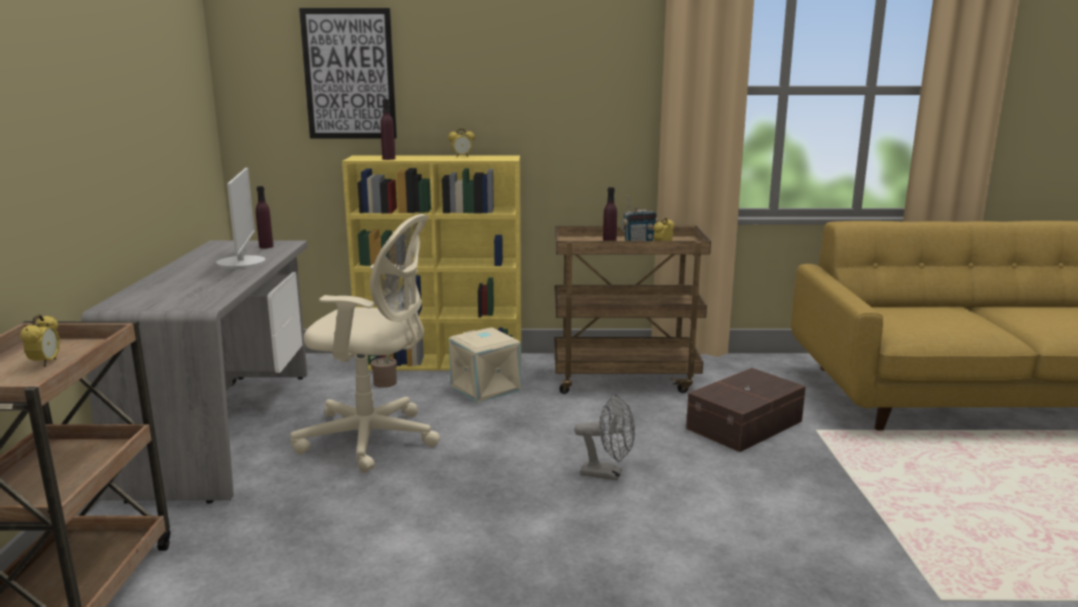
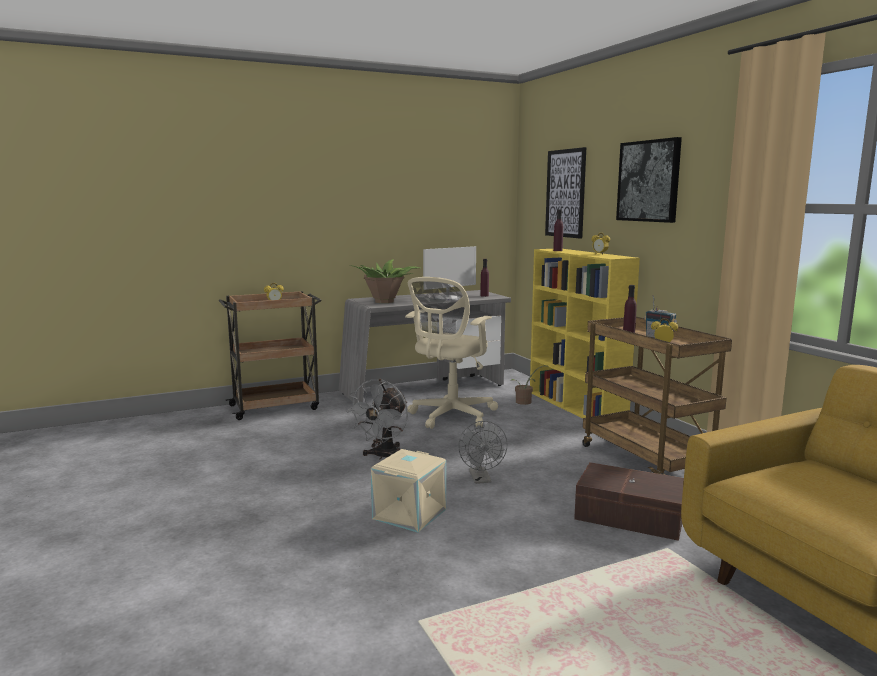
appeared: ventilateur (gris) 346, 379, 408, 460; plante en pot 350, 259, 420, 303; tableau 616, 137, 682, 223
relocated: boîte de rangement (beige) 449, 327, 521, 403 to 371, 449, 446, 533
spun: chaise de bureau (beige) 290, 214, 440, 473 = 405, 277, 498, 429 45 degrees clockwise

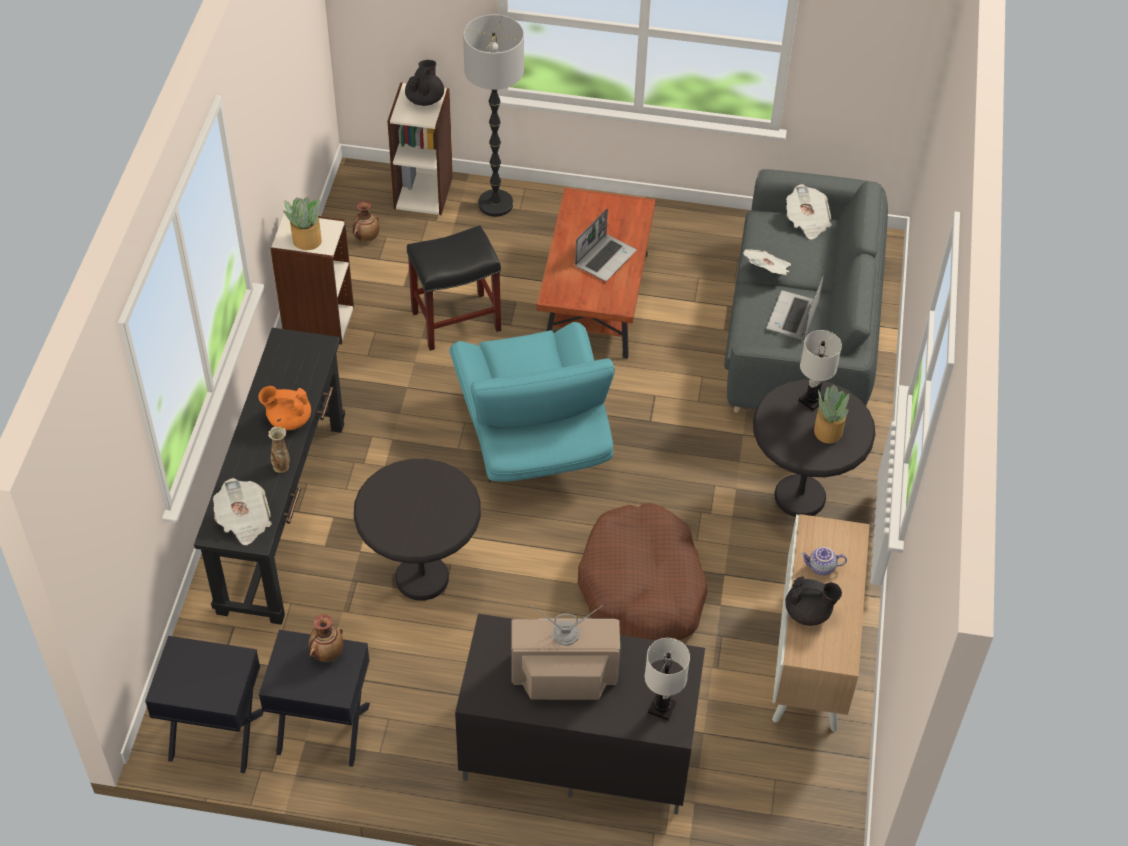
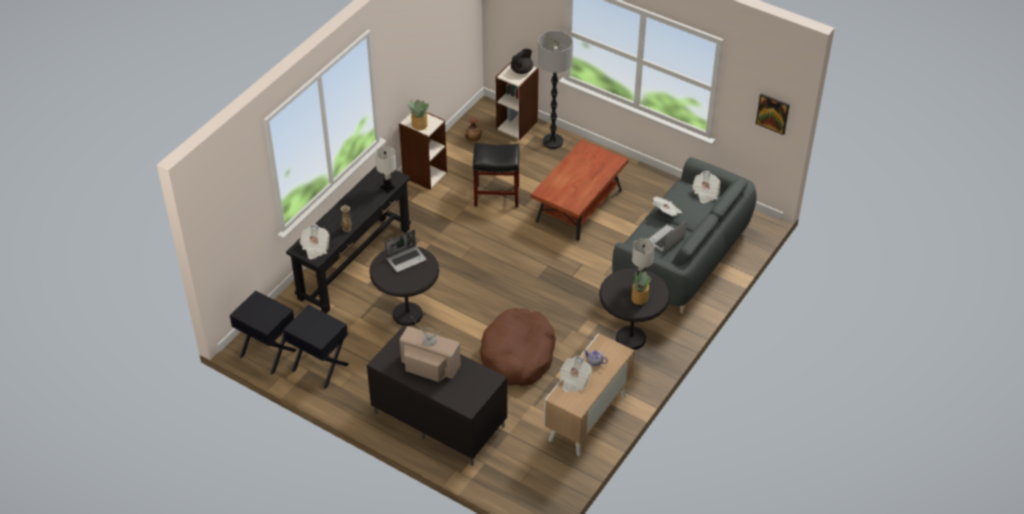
missing: théière (orange) 258, 386, 311, 430; vase 308, 614, 344, 662; fauteuil (turquoise) 449, 322, 615, 483
appeared: tableau 756, 93, 790, 135
relocated: lampe de table (blanc) 645, 638, 690, 721 to 375, 146, 396, 193; ordinateur portable 575, 209, 636, 281 to 384, 230, 427, 272
exchanged: théière (noir) 785, 576, 842, 626 to journal 560, 356, 592, 392

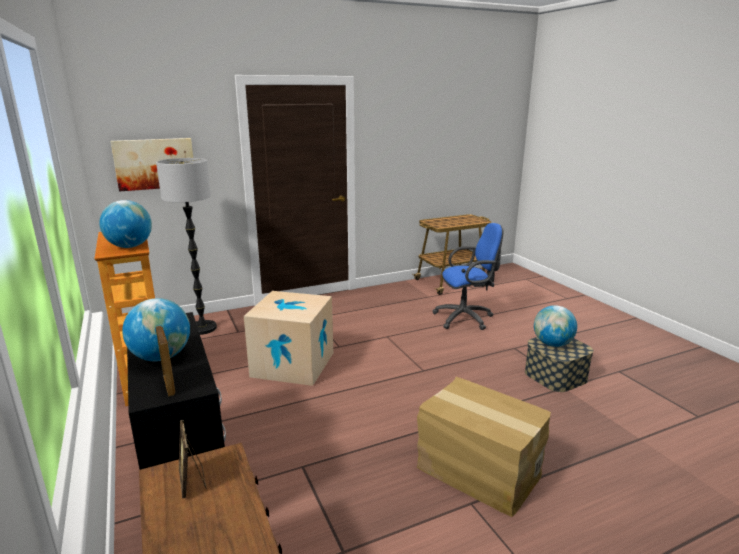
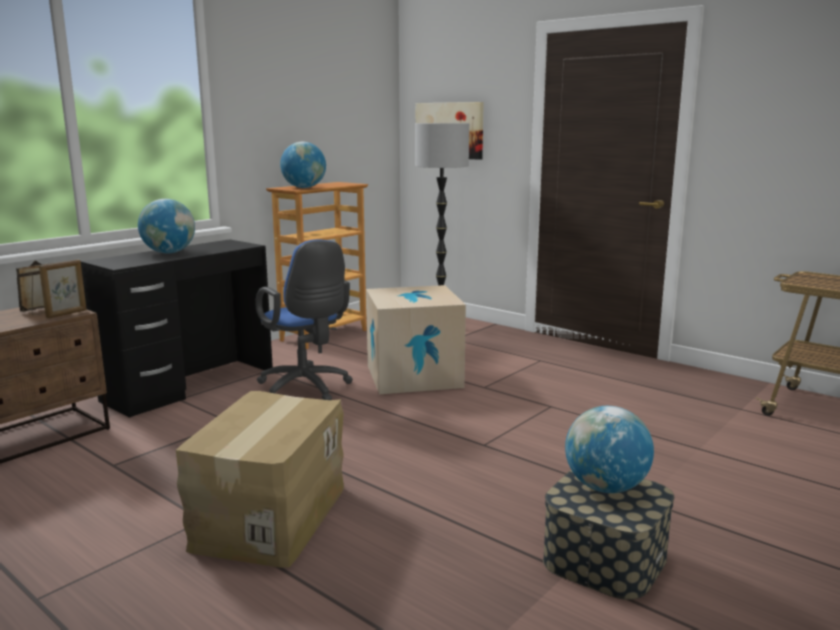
relocated: cadre photo 156, 326, 175, 396 to 39, 260, 87, 318; chaise de bureau (bleu) 432, 223, 504, 330 to 255, 239, 353, 400

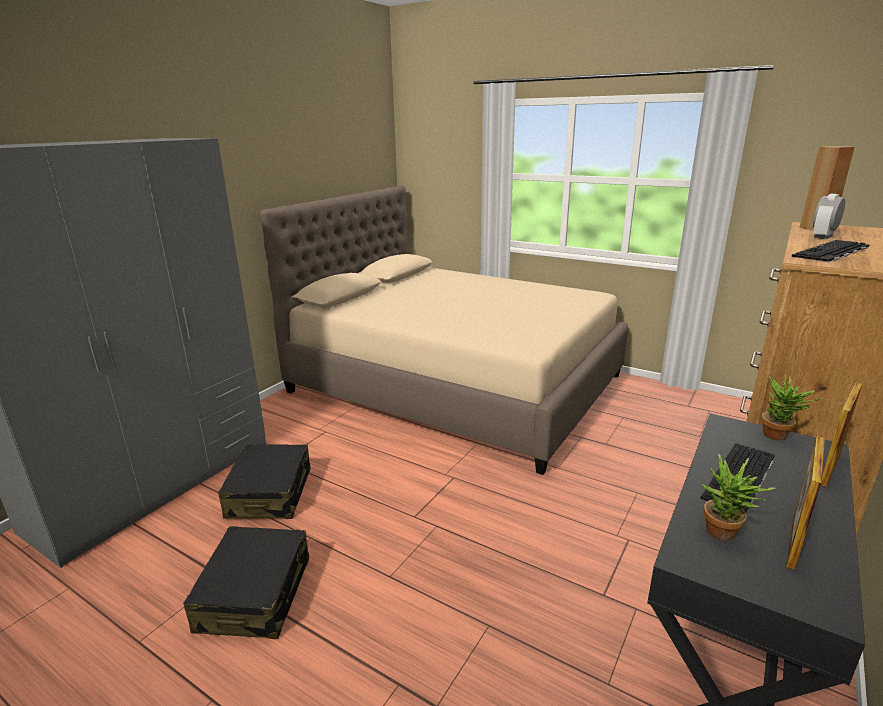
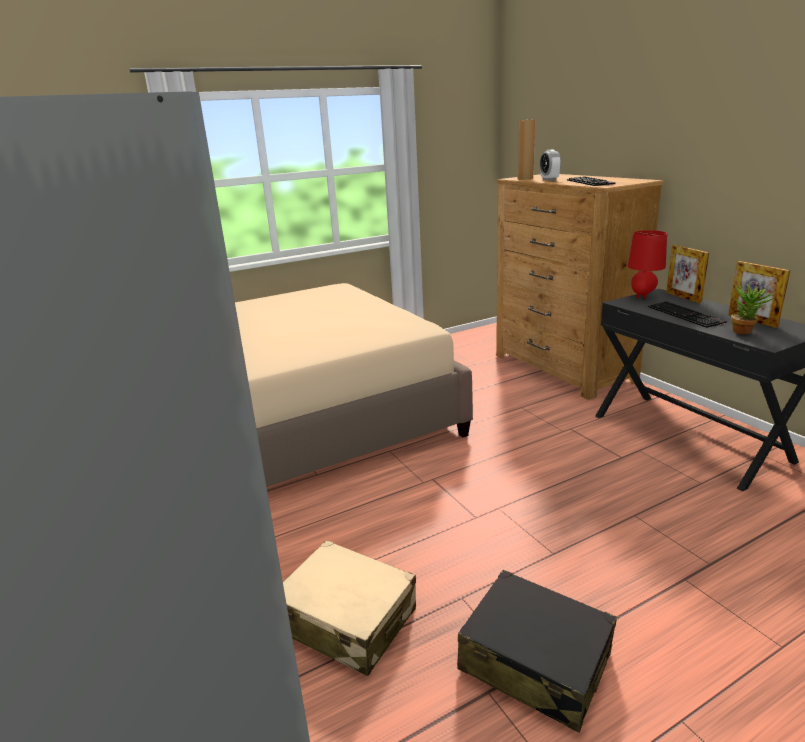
exchanged: plante en pot 761, 375, 822, 440 to lampe de table (rouge) 628, 230, 667, 299
colour: valise (noir) 218, 444, 311, 519 to valise (beige) 283, 540, 416, 676

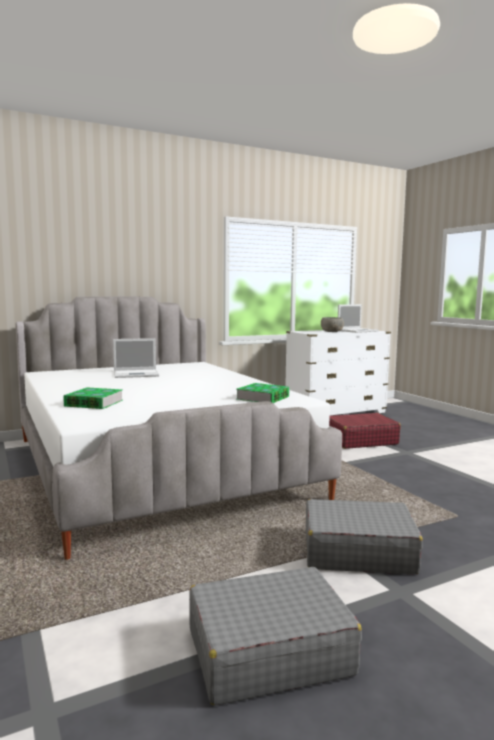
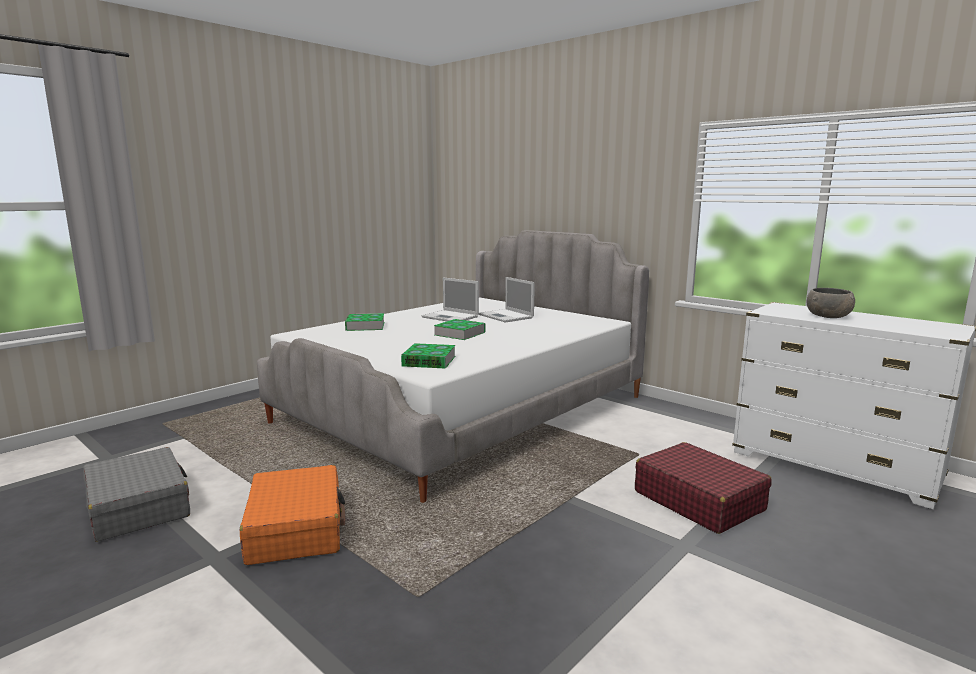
appeared: livre 434, 319, 486, 340
relocated: ordinateur portable 338, 304, 379, 333 to 422, 277, 479, 321
colour: valise (gris) 306, 499, 423, 574 to valise (orange) 240, 465, 345, 565

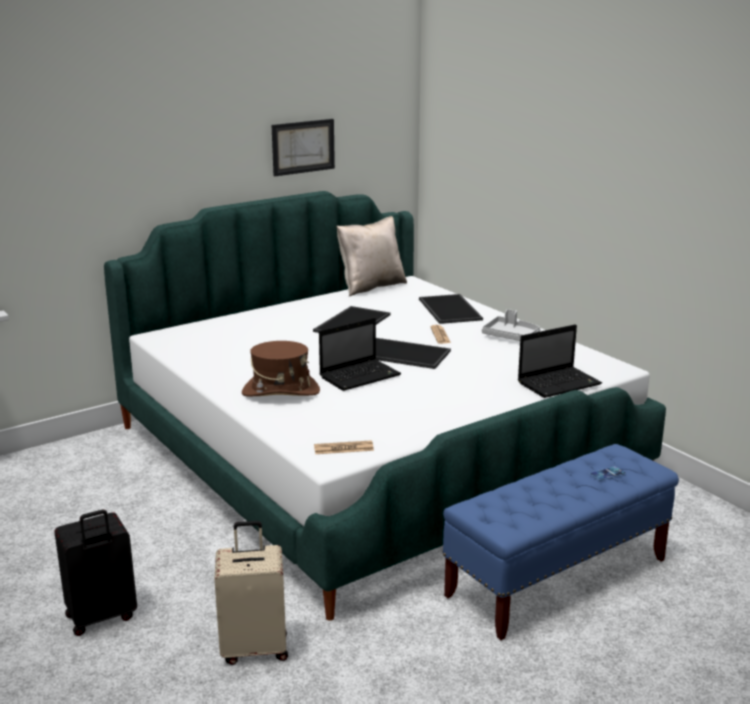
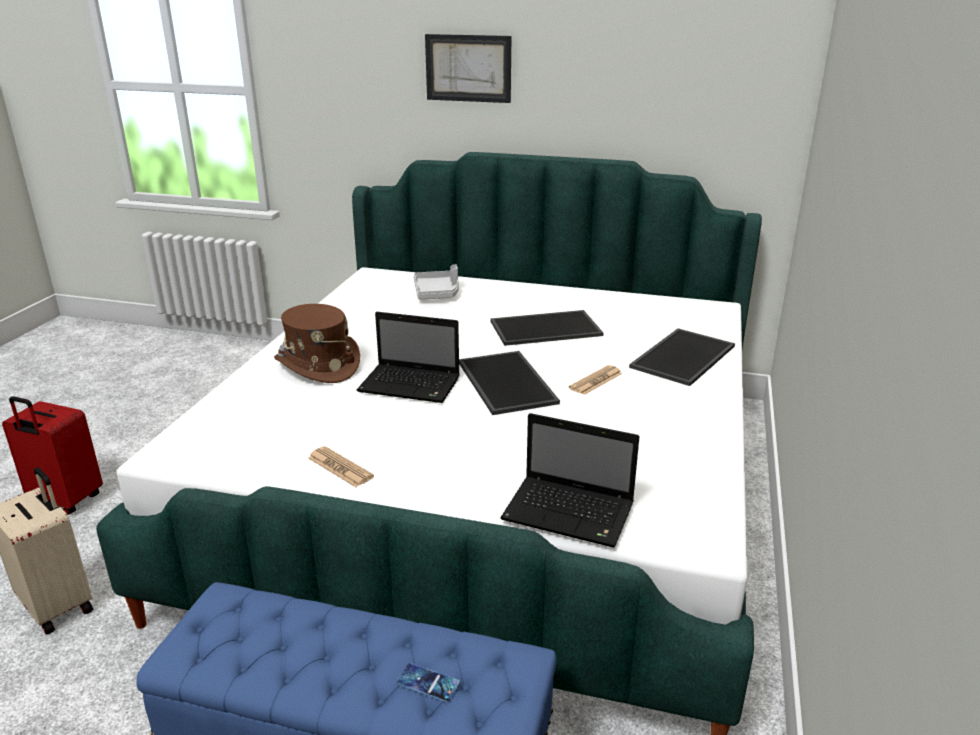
missing: coussin (beige) 337, 216, 407, 296
relocated: journal 314, 440, 374, 454 to 308, 446, 374, 487; plateau (gris) 482, 309, 540, 341 to 414, 265, 459, 299; tableau 272, 119, 335, 176 to 425, 34, 511, 103
colour: valise (noir) 54, 510, 137, 636 to valise (rouge) 2, 396, 103, 515

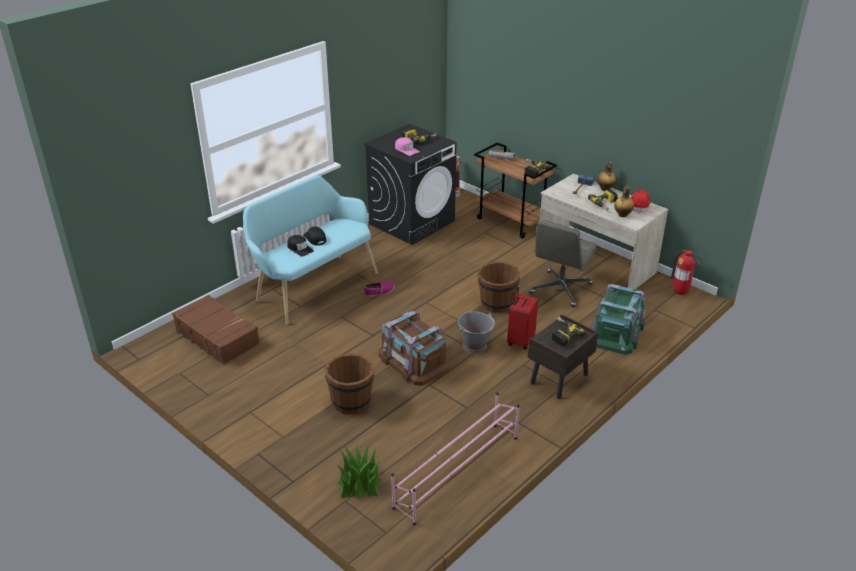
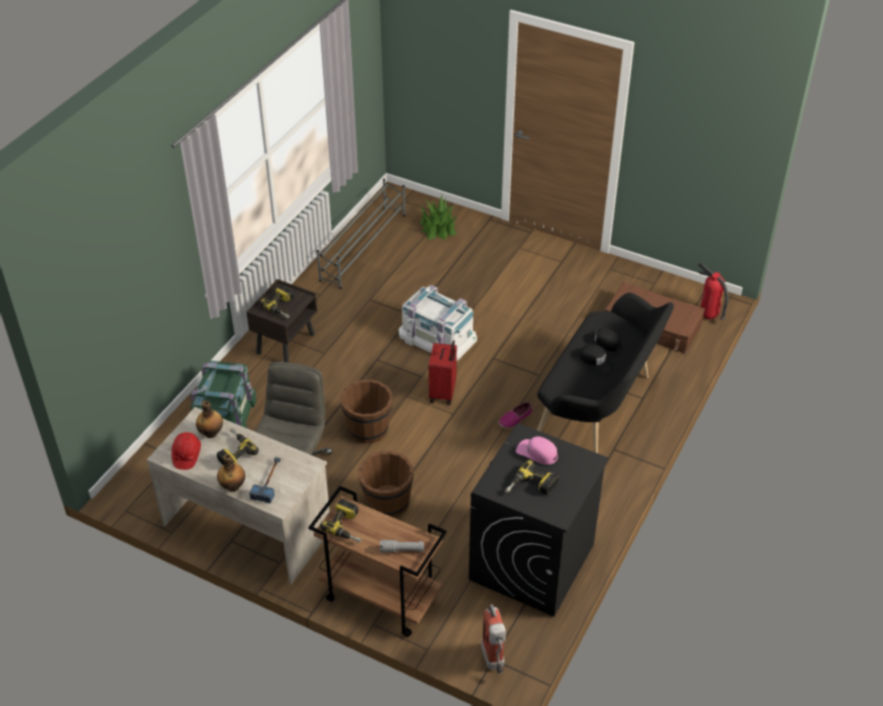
missing: seau (gris) 458, 311, 495, 354
relocated: seau (marron) 325, 353, 375, 414 to 358, 451, 414, 518; valise (rouge) 507, 287, 538, 350 to 429, 340, 457, 405; extincteur 671, 250, 704, 295 to 698, 263, 728, 320
colour: étagère à chaussures (rose) 391, 392, 520, 525 to étagère à chaussures (gris) 317, 179, 406, 289; boîte de rangement (marron) 379, 311, 449, 386 to boîte de rangement (blanc) 399, 285, 477, 361; banc (turquoise) 243, 175, 378, 325 to banc (noir) 537, 293, 674, 453

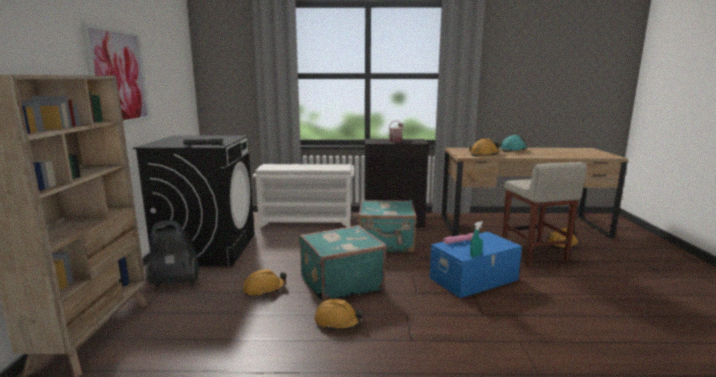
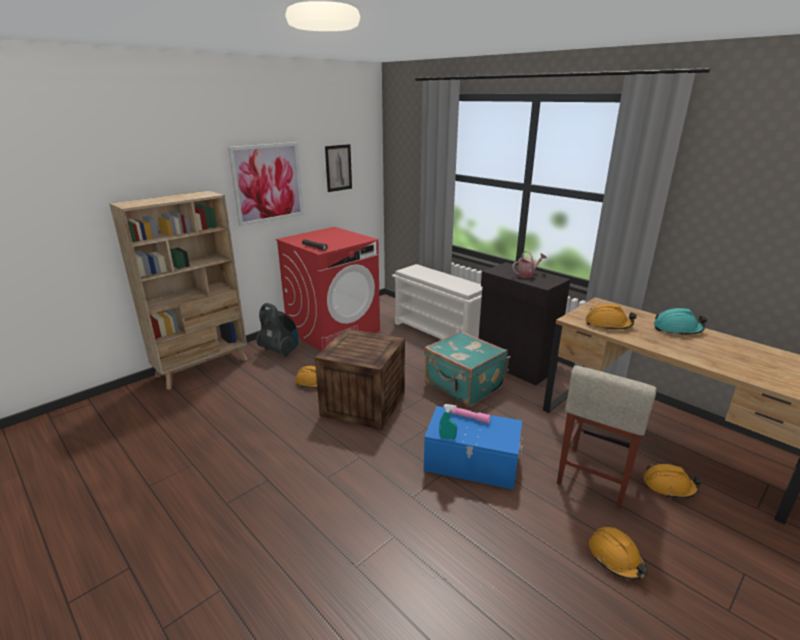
appeared: tableau 325, 144, 352, 192
relocated: casque de chantier (orange) 314, 299, 364, 331 to 589, 526, 648, 580
exchanged: valise (turquoise) 299, 225, 386, 303 to caisse 315, 329, 405, 430
colour: lave-linge (noir) 133, 135, 255, 266 to lave-linge (rouge) 276, 227, 380, 351

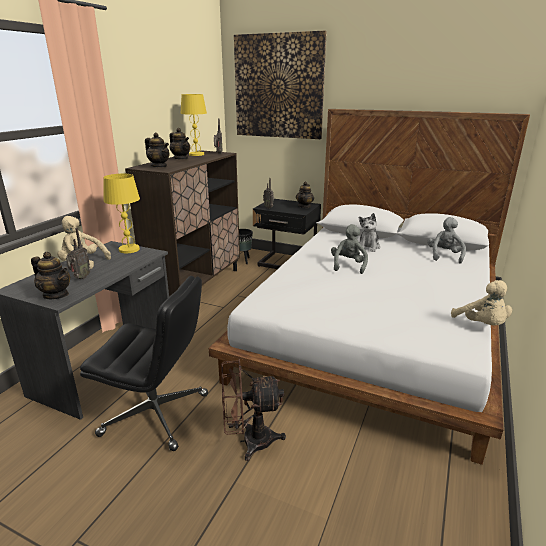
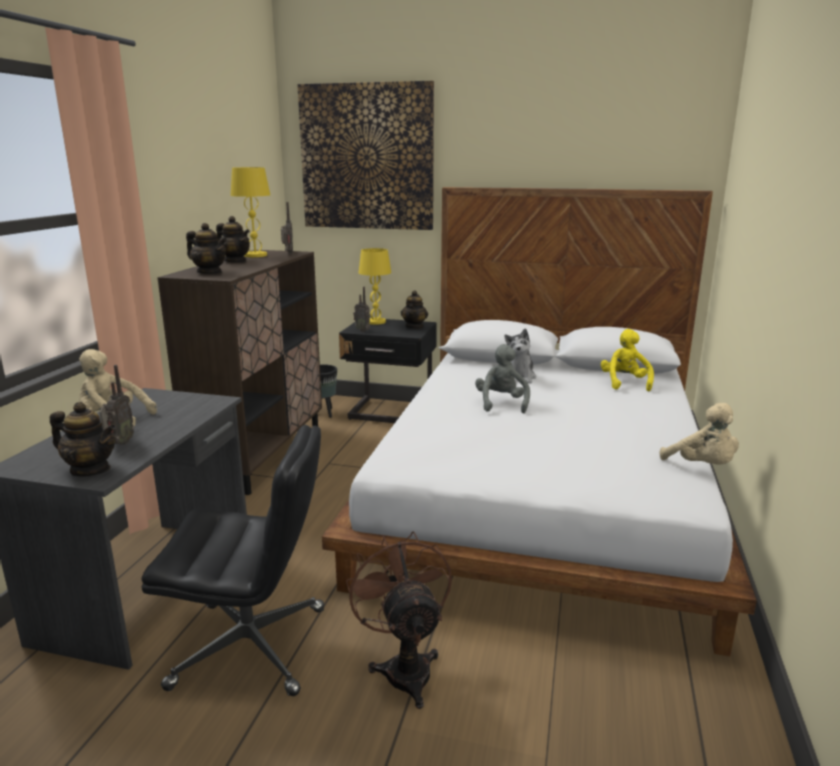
relocated: lampe de table (jaune) 103, 174, 140, 253 to 359, 248, 391, 325
colour: peluche (gris) 428, 217, 466, 264 to peluche (jaune) 601, 329, 654, 391
spun: ventilateur (marron) 221, 359, 286, 461 = 346, 531, 452, 709 90 degrees clockwise

